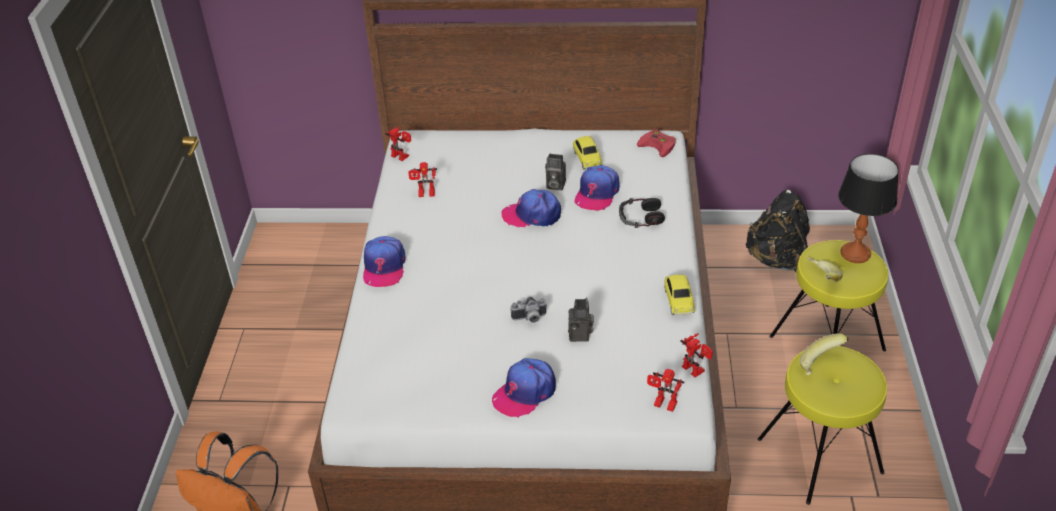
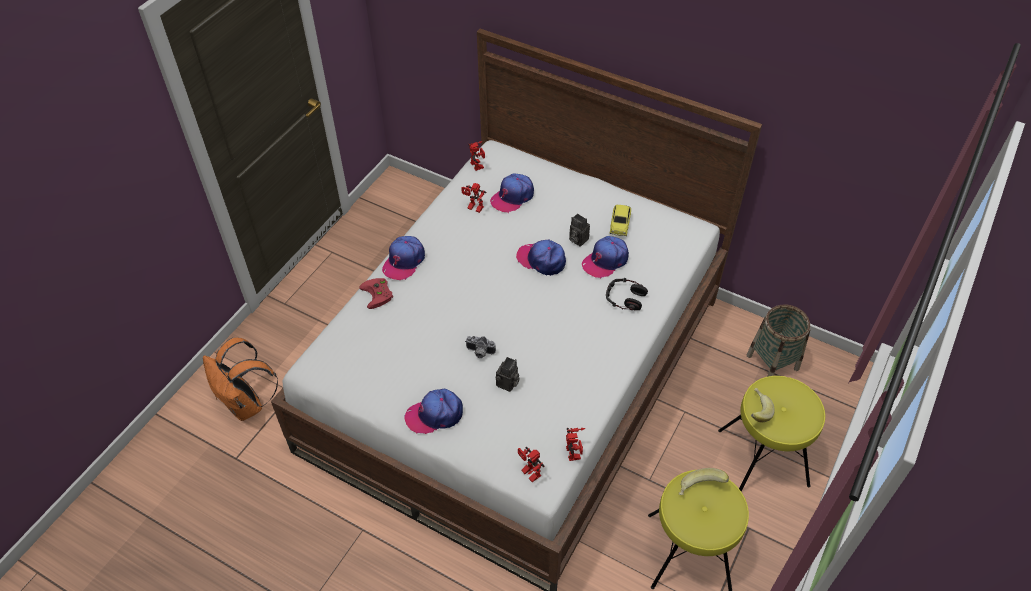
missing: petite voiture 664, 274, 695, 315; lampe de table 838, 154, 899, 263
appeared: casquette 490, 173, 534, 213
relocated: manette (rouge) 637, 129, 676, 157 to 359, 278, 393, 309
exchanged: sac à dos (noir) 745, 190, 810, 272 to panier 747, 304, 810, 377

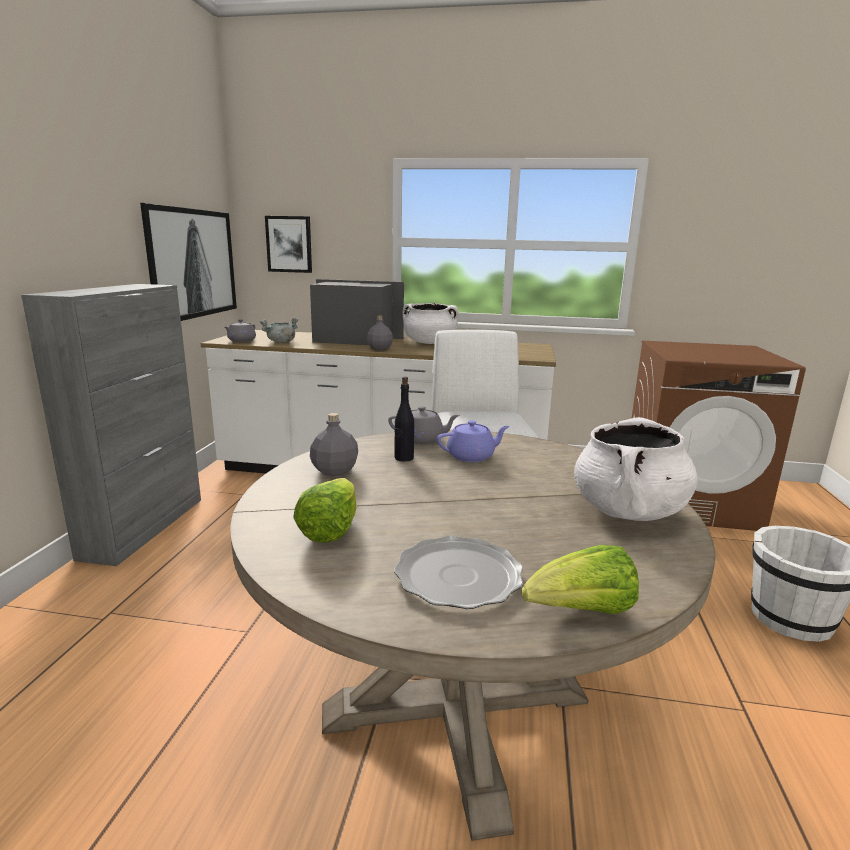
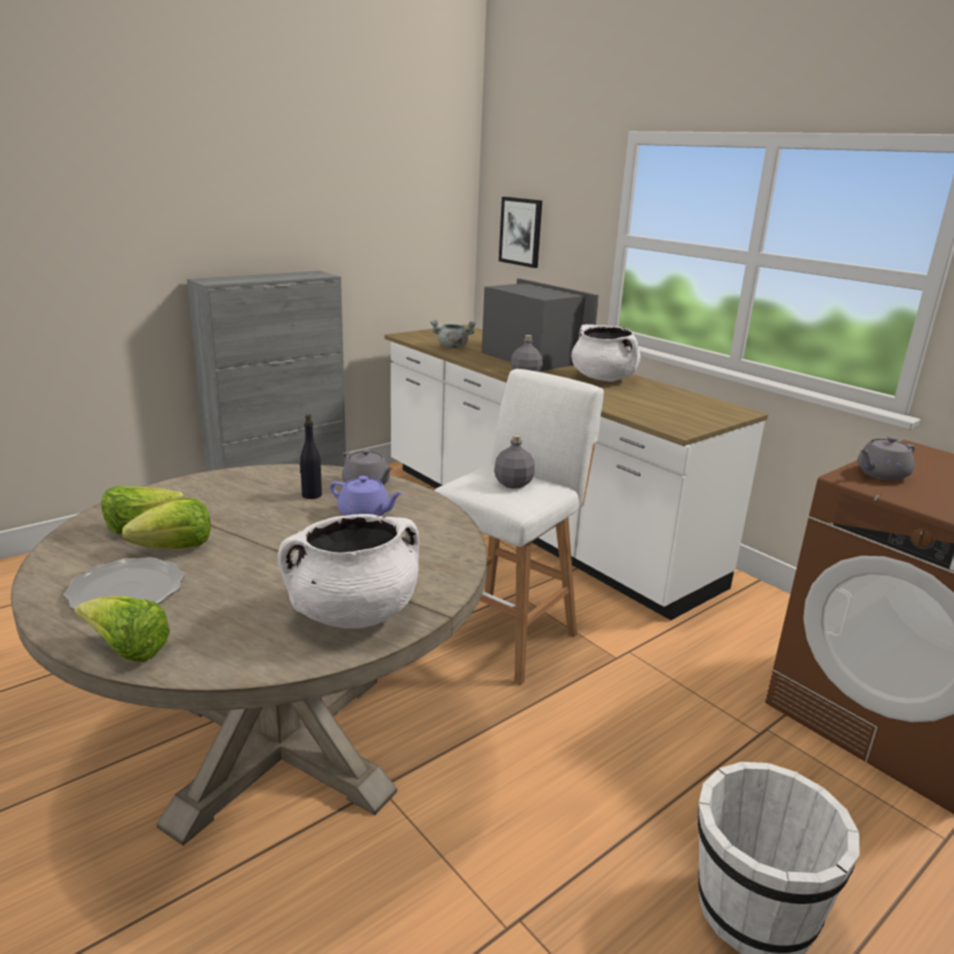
missing: tableau 140, 203, 237, 321
appeared: laitue 122, 498, 210, 549
relocated: bouteille (gris) 310, 413, 358, 476 to 494, 434, 535, 489; théière (gris) 225, 319, 256, 342 to 857, 436, 915, 481

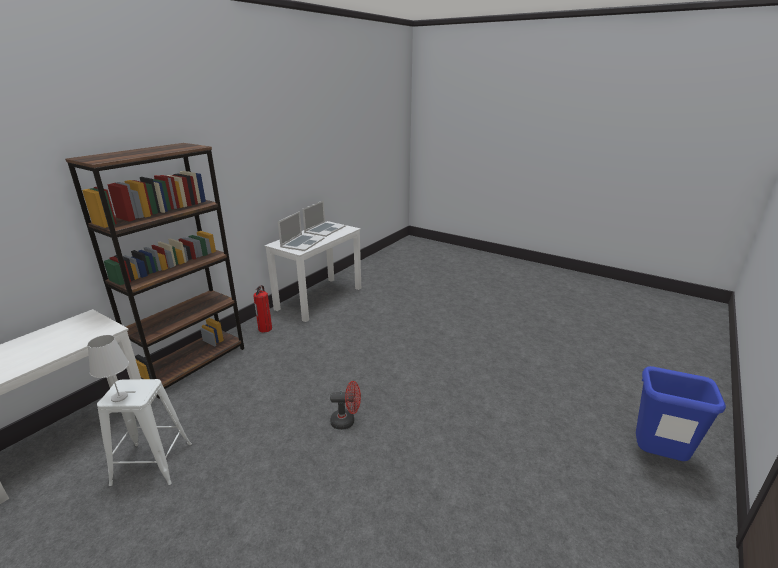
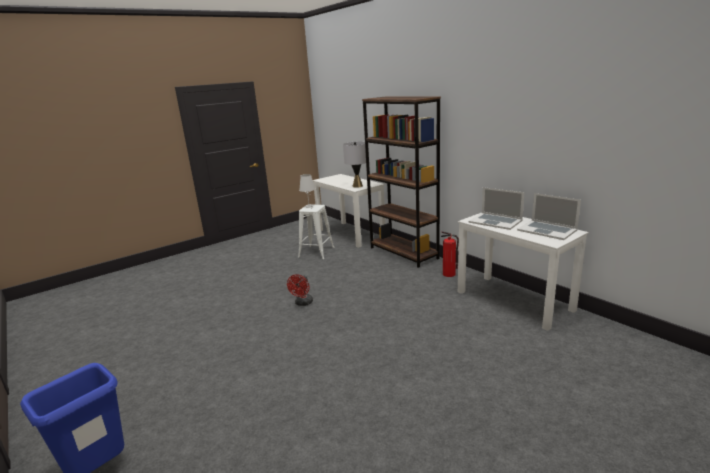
appeared: lampe de table (gris) 343, 141, 366, 188

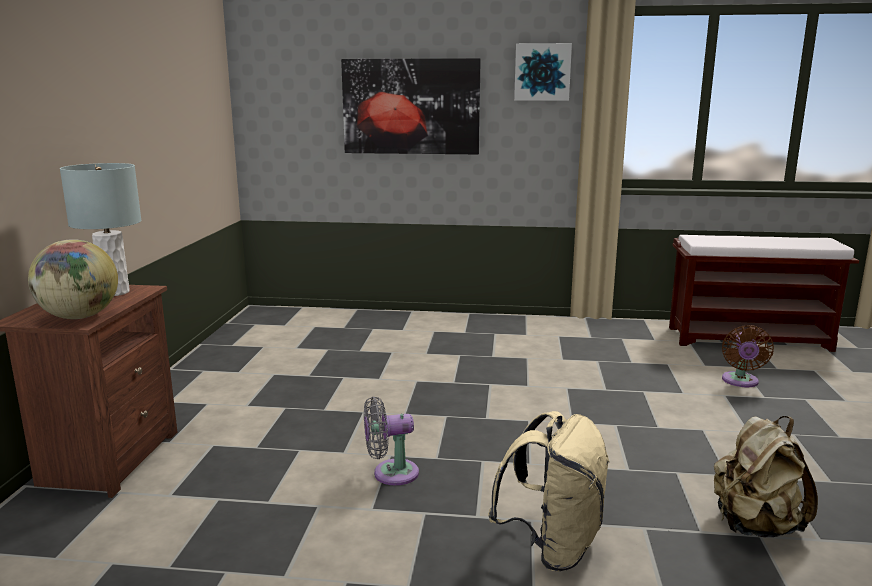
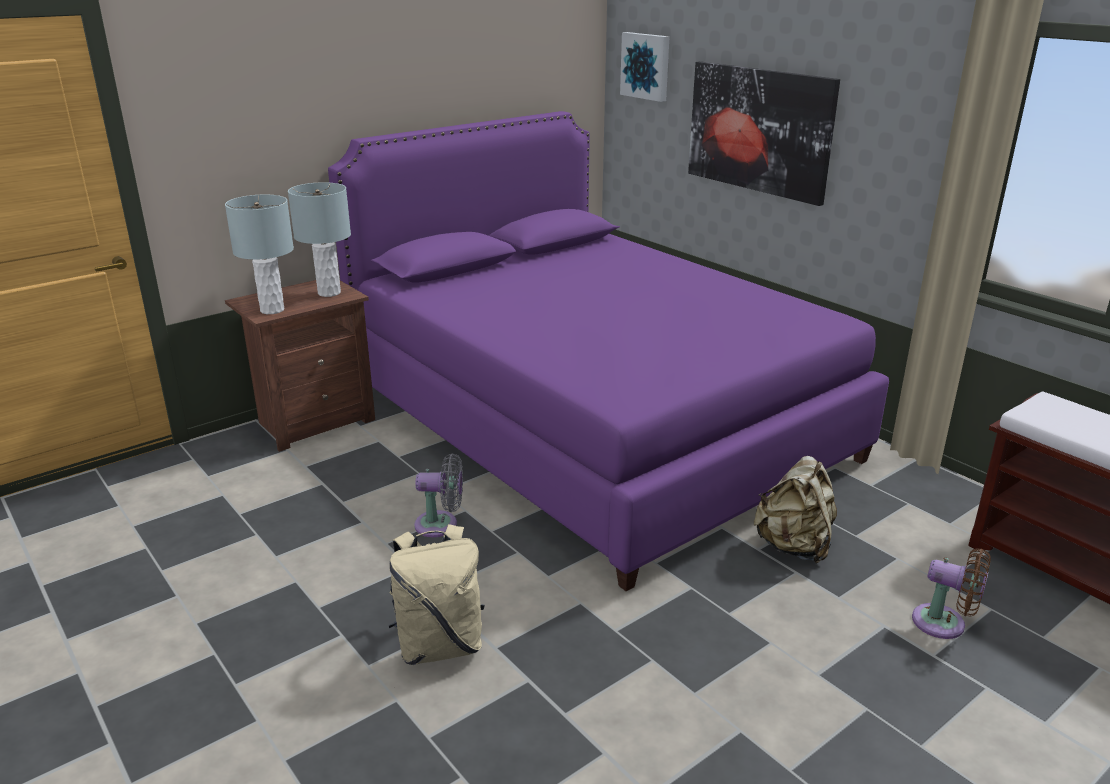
appeared: lit (violet) 328, 111, 889, 591
relocated: tableau 514, 43, 572, 101 to 620, 32, 669, 102; sac à dos (beige) 714, 416, 818, 537 to 754, 456, 837, 564
exchanged: globe 28, 239, 118, 319 to lampe de table (gris) 225, 194, 294, 314
spun: ventilateur (gris) 364, 396, 419, 485 = 414, 454, 463, 537 150 degrees clockwise; ventilateur (marron) 722, 325, 774, 387 = 912, 548, 991, 639 120 degrees counterclockwise

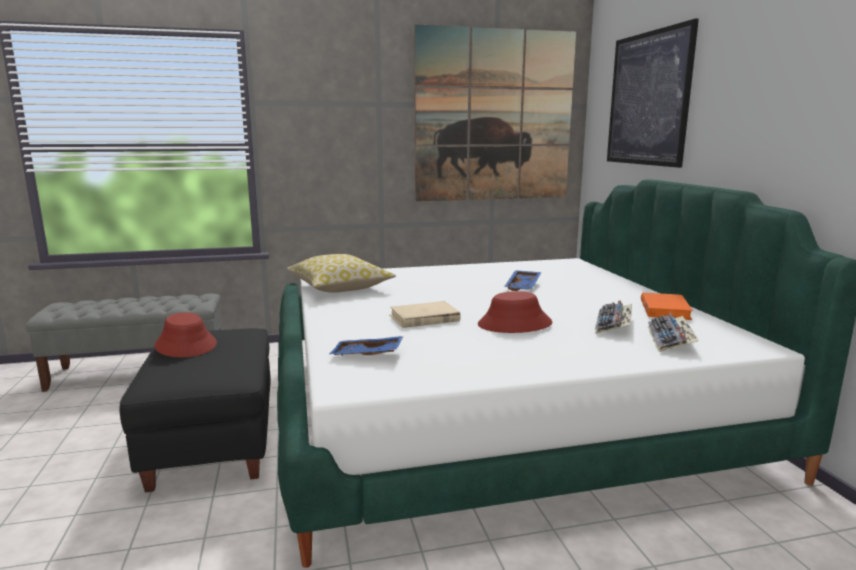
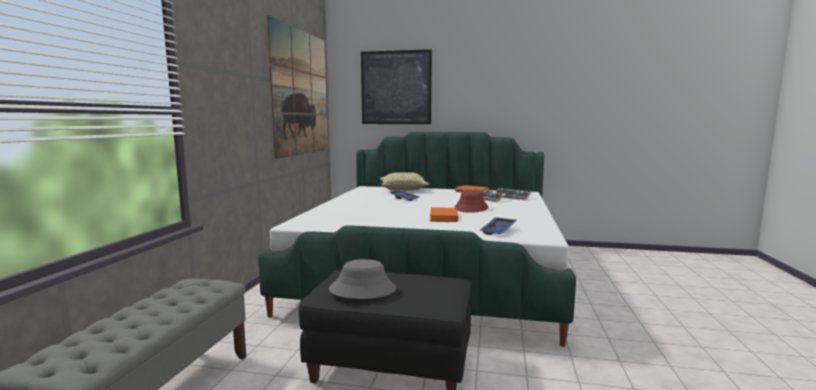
relocated: coussin 287, 254, 396, 293 to 380, 172, 430, 191
colour: chapeau (rouge) 154, 312, 217, 358 to chapeau (gris) 329, 259, 396, 299; livre (beige) 389, 301, 460, 328 to livre (orange) 430, 207, 458, 222

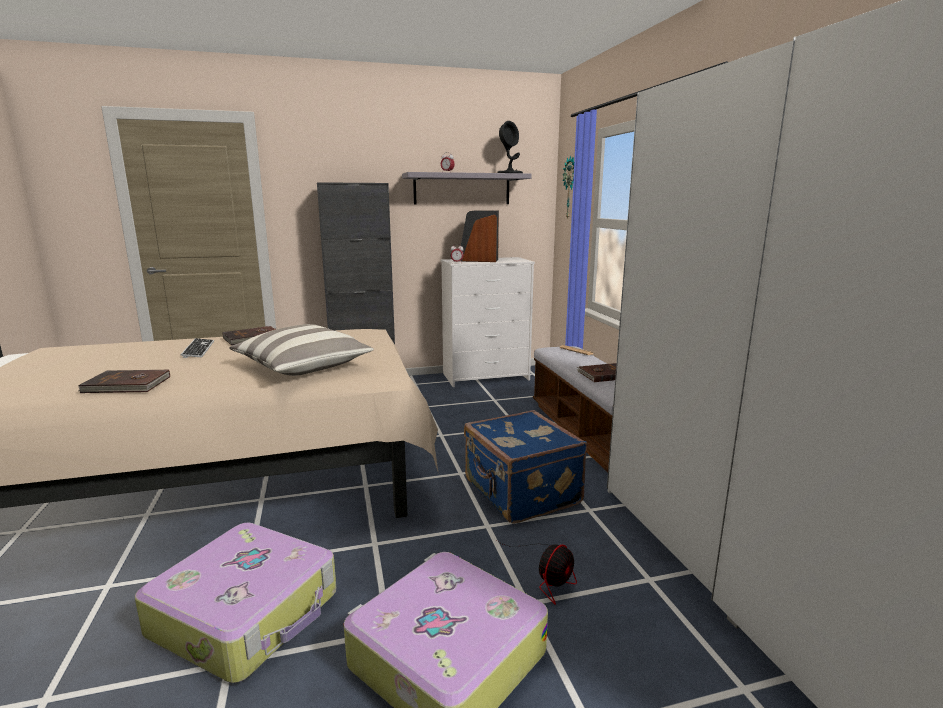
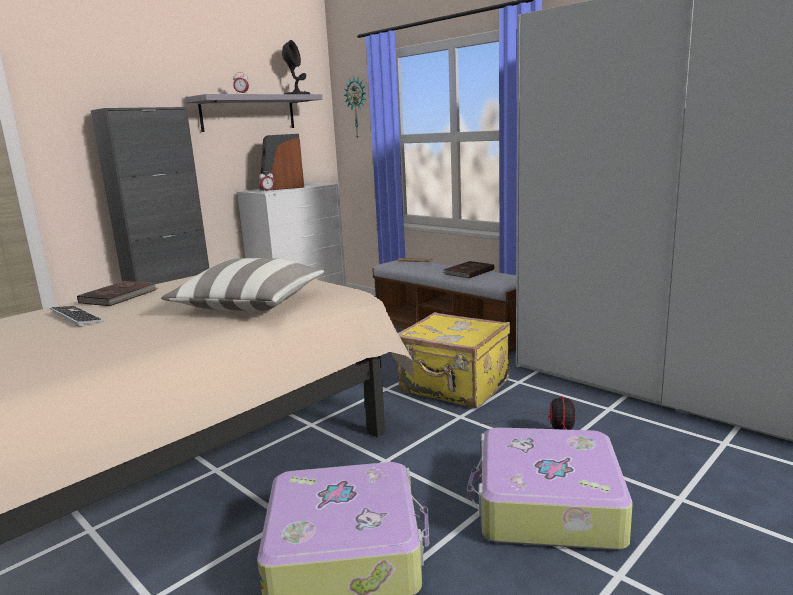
missing: livre (marron) 78, 370, 170, 393
colour: valise (bleu) 464, 410, 587, 524 to valise (jaune) 398, 312, 510, 408

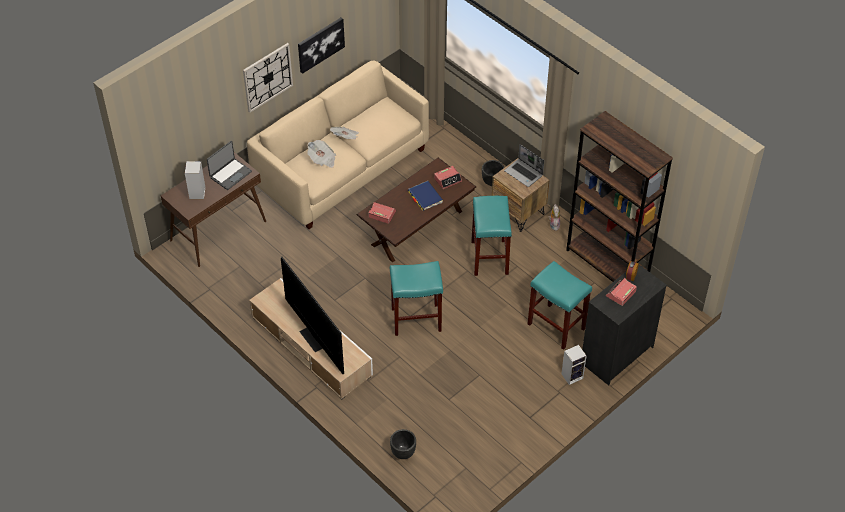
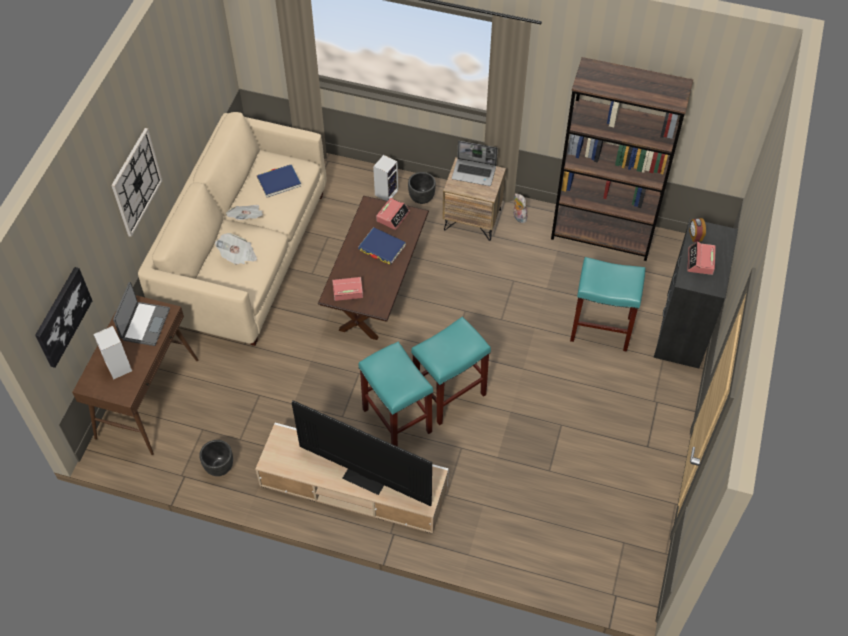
appeared: livre (bleu) 257, 164, 301, 198
relocated: tableau 298, 18, 345, 74 to 35, 267, 92, 368; cache-pot (noir) 390, 429, 416, 459 to 199, 440, 233, 476; tabouret (turquoise) 471, 196, 512, 276 to 358, 341, 433, 447; enceinte 561, 345, 587, 385 to 373, 155, 398, 201

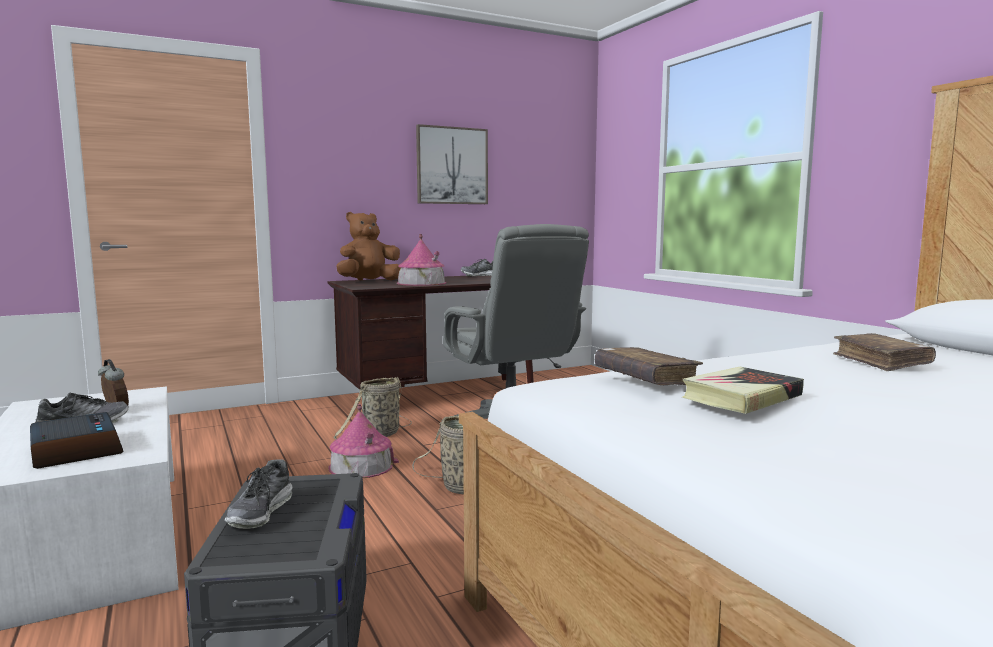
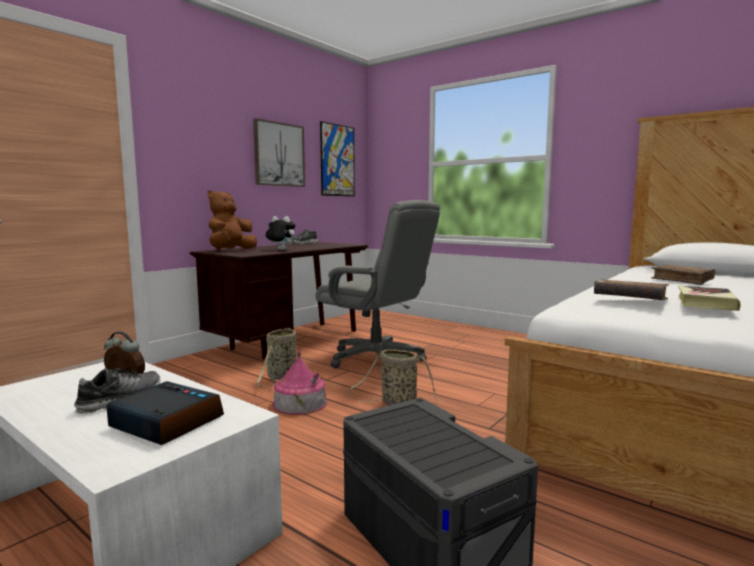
missing: chaussure 225, 459, 293, 529
appeared: tableau 320, 121, 355, 196
exchanged: maison miniature 397, 234, 446, 286 to peluche 266, 216, 295, 250

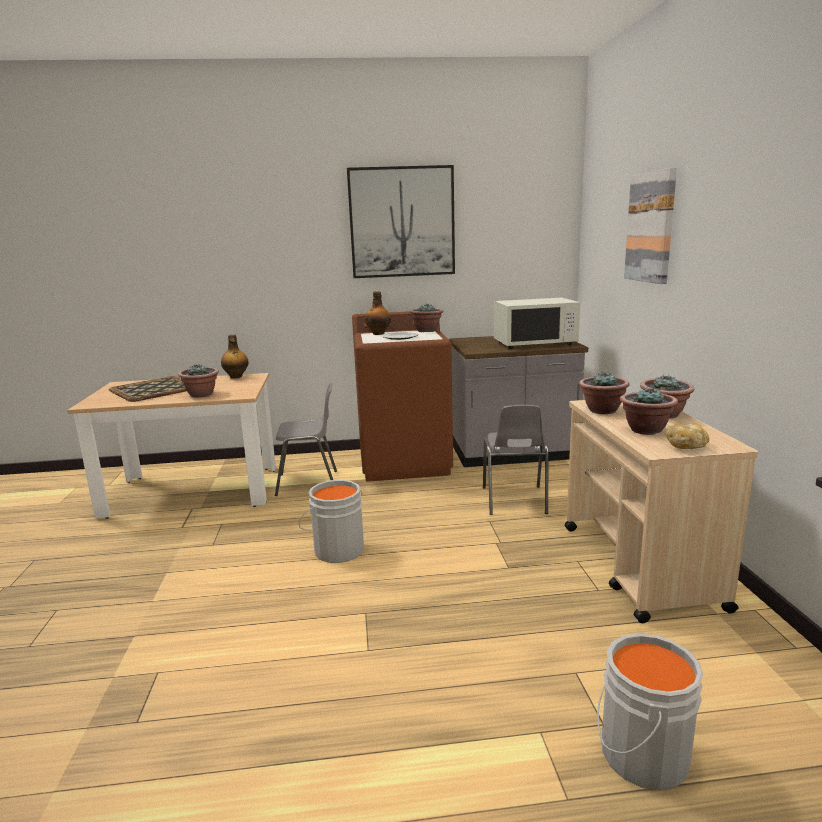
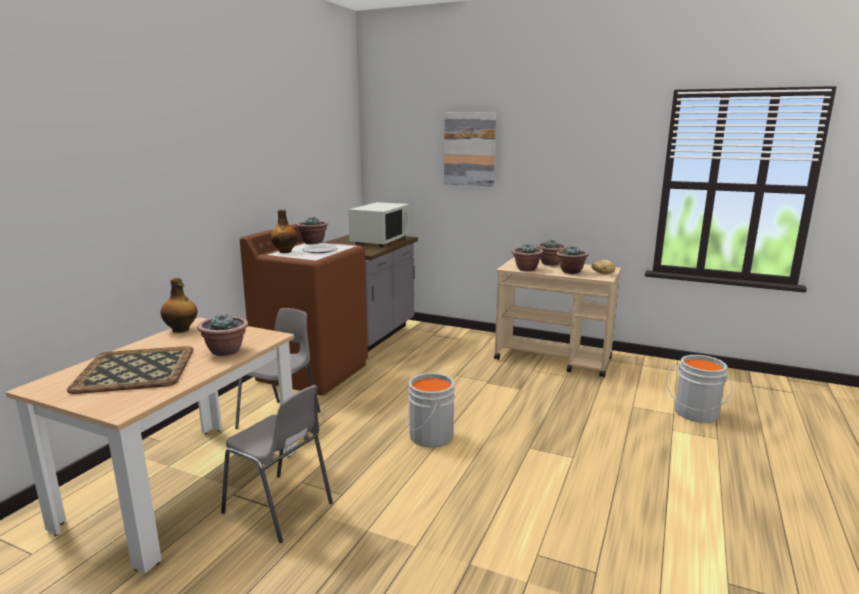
missing: tableau 347, 165, 455, 278
relocated: chaise (gris) 483, 405, 549, 515 to 221, 385, 333, 543

